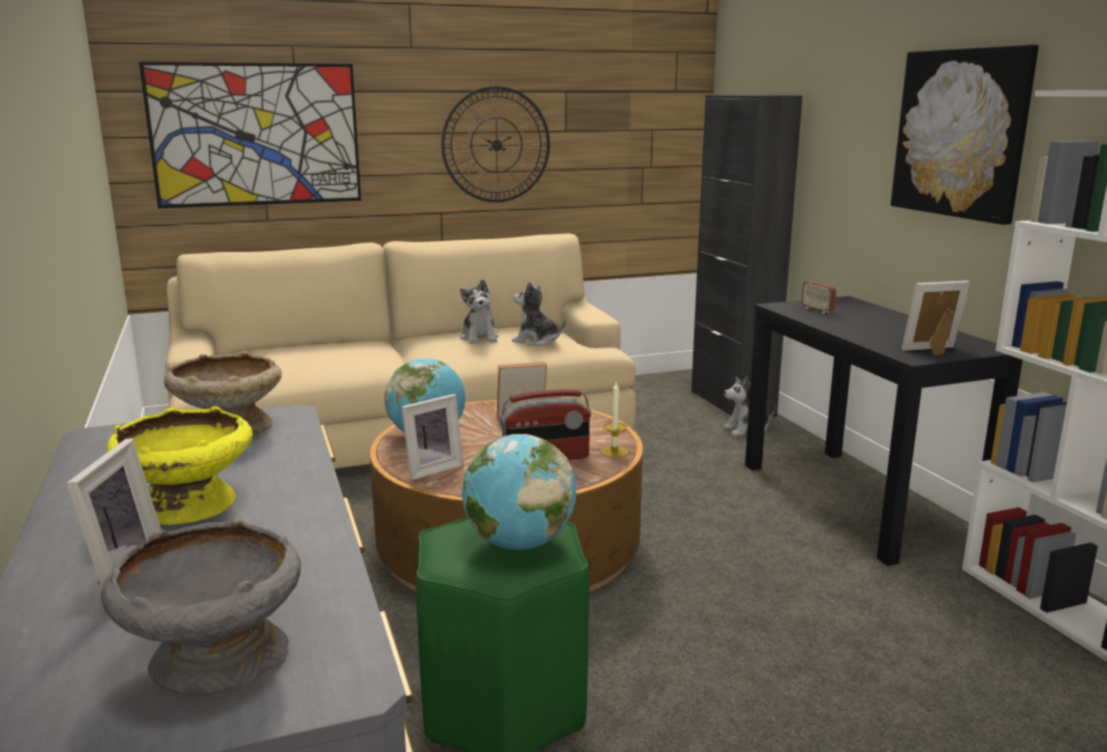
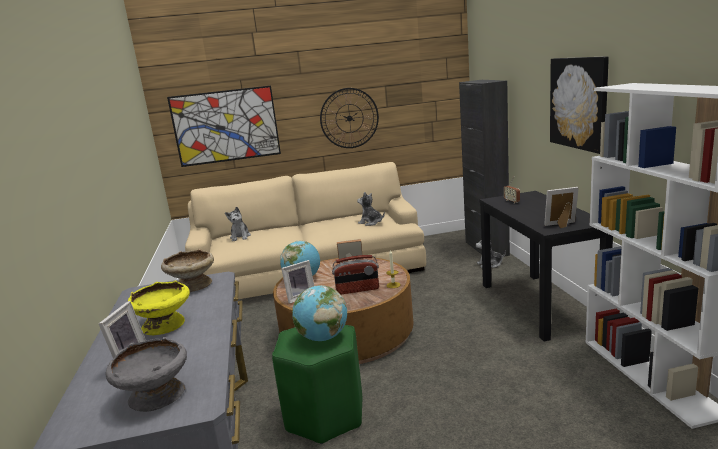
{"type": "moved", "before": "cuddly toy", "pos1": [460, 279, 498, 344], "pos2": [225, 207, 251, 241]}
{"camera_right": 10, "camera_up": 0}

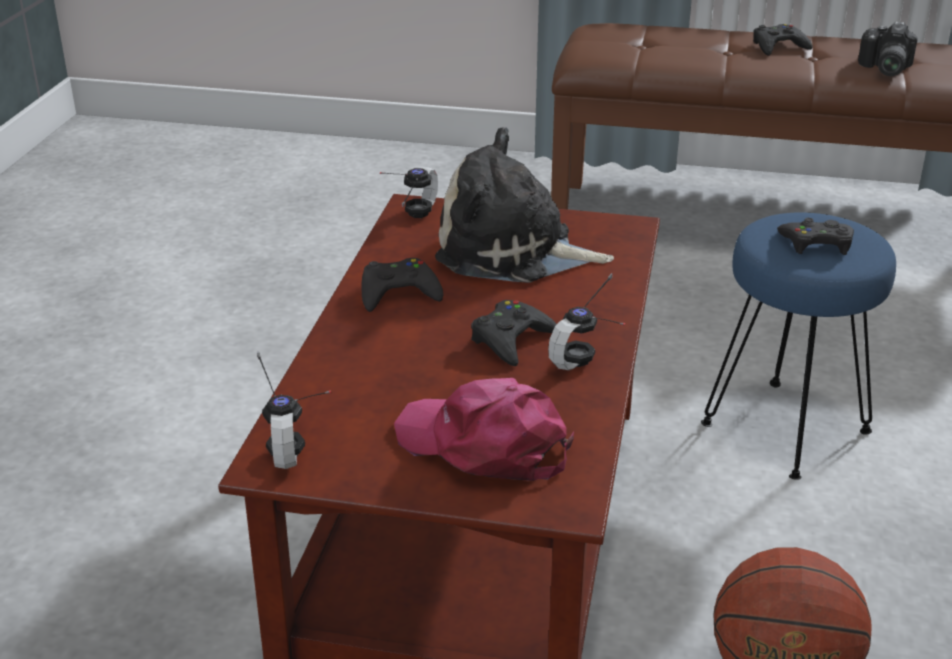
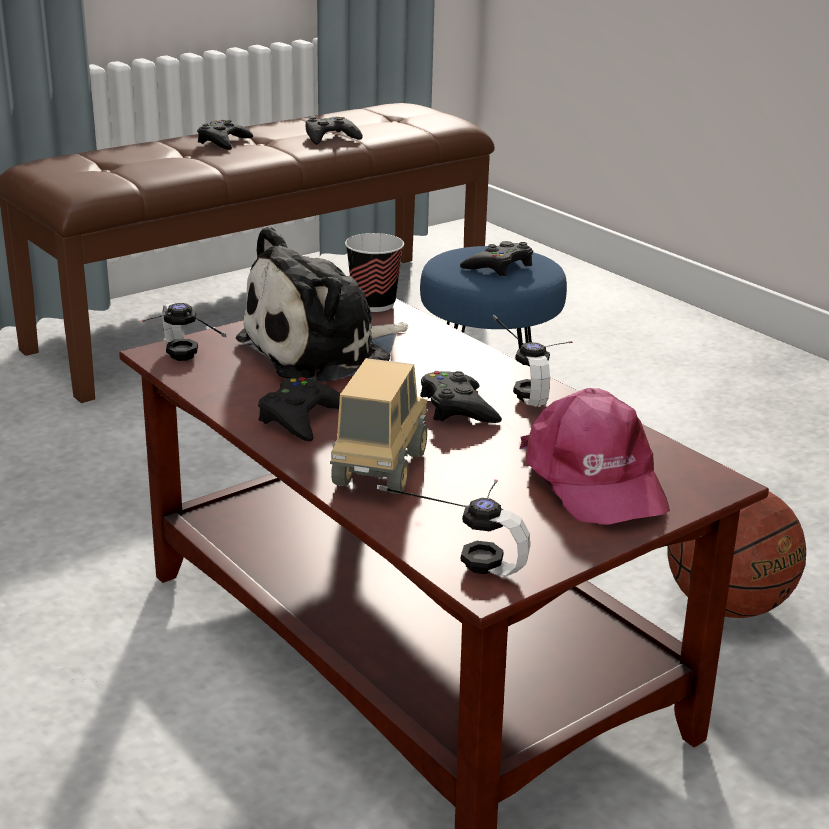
{"type": "added", "after": "toy lorry", "pos2": [330, 358, 428, 494]}
{"type": "added", "after": "small cup", "pos2": [345, 233, 404, 312]}
{"type": "replaced", "before": "still camera", "after": "blackish game controller", "pos1": [858, 22, 918, 76], "pos2": [305, 116, 363, 145]}
{"type": "turned", "before": "pink-coloured cap", "pos1": [394, 378, 574, 481], "pos2": [520, 388, 670, 525], "turn": -90}
{"camera_right": -50, "camera_up": -5}

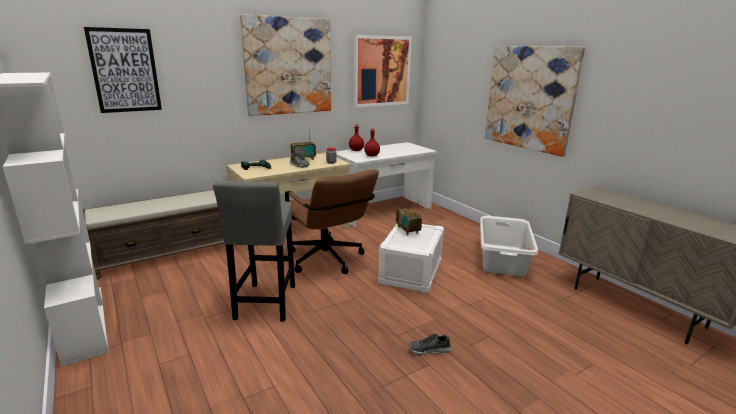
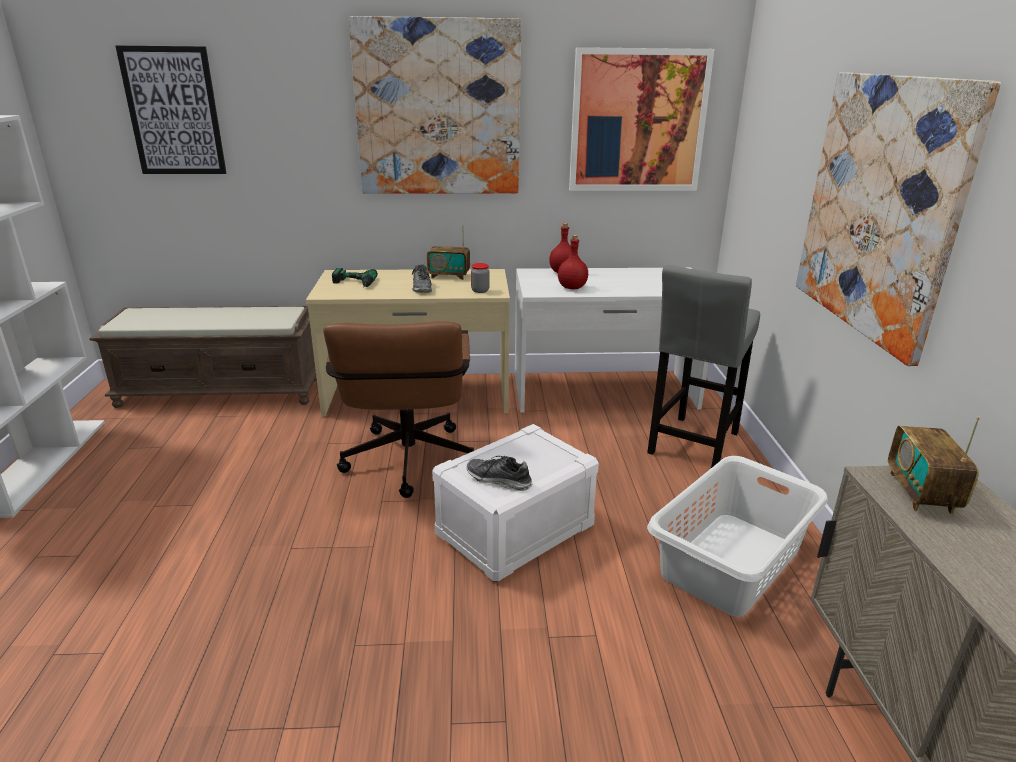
{"type": "moved", "before": "grey sitting stool", "pos1": [213, 181, 295, 321], "pos2": [647, 265, 760, 468]}
{"type": "moved", "before": "radio set", "pos1": [396, 200, 422, 235], "pos2": [888, 417, 980, 514]}
{"type": "moved", "before": "shoe", "pos1": [409, 334, 451, 355], "pos2": [467, 456, 532, 491]}
{"camera_right": 30, "camera_up": 5}

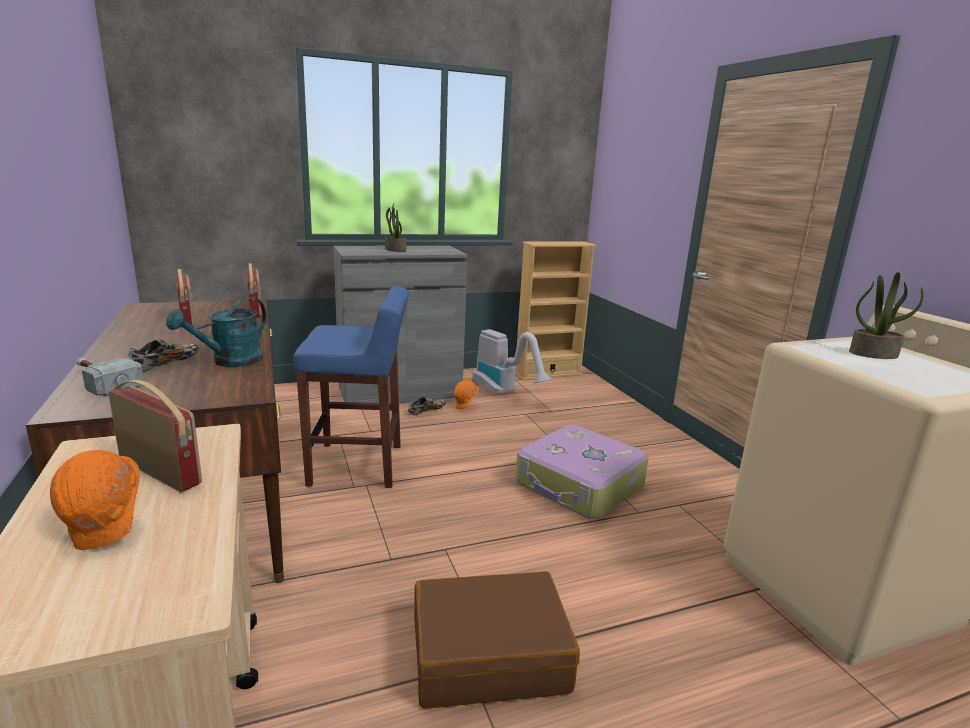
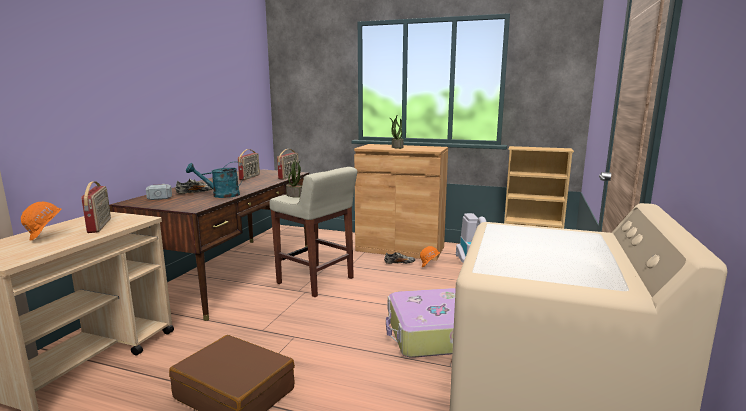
{"type": "moved", "before": "potted plant", "pos1": [849, 272, 924, 359], "pos2": [286, 158, 302, 198]}
{"type": "recoloured", "before": "bluish sitting stool", "after": "sand-coloured sitting stool", "pos1": [293, 286, 409, 488], "pos2": [269, 167, 357, 297]}
{"type": "recoloured", "before": "grey storage cabinet", "after": "brown storage cabinet", "pos1": [334, 245, 468, 404], "pos2": [354, 144, 448, 261]}
{"camera_right": 40, "camera_up": -5}

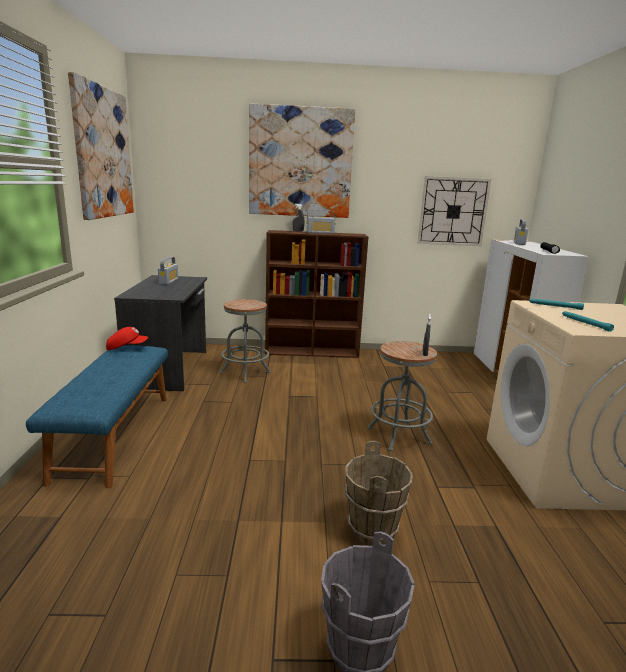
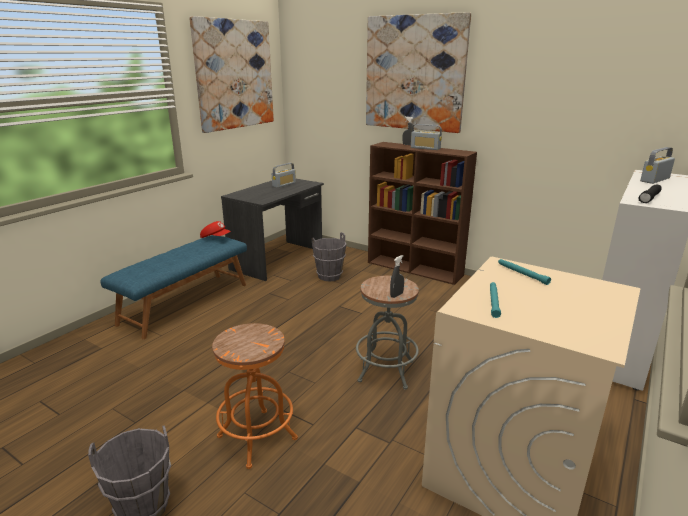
{"type": "removed", "before": "clock on the wall", "pos1": [418, 176, 491, 246]}
{"type": "replaced", "before": "grey sitting stool", "after": "grey water bucket", "pos1": [220, 299, 271, 383], "pos2": [312, 232, 346, 281]}
{"type": "replaced", "before": "brown water bucket", "after": "orange-coloured sitting stool", "pos1": [345, 441, 413, 546], "pos2": [212, 323, 298, 469]}
{"camera_right": 35, "camera_up": 5}

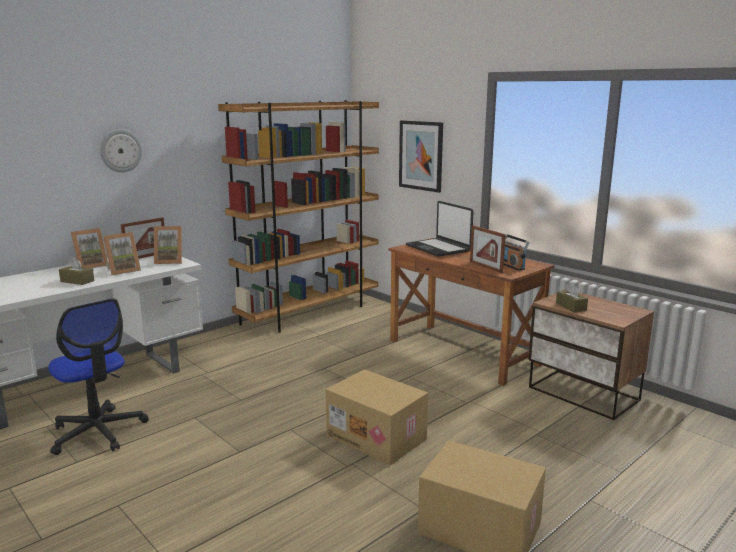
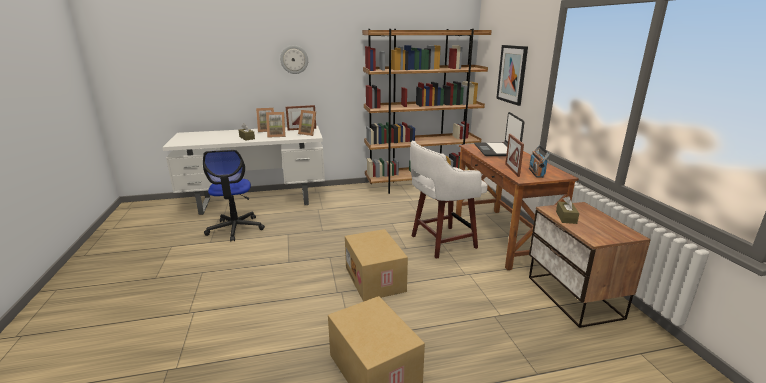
{"type": "added", "after": "whitish sitting stool", "pos2": [410, 141, 488, 259]}
{"camera_right": 30, "camera_up": 5}

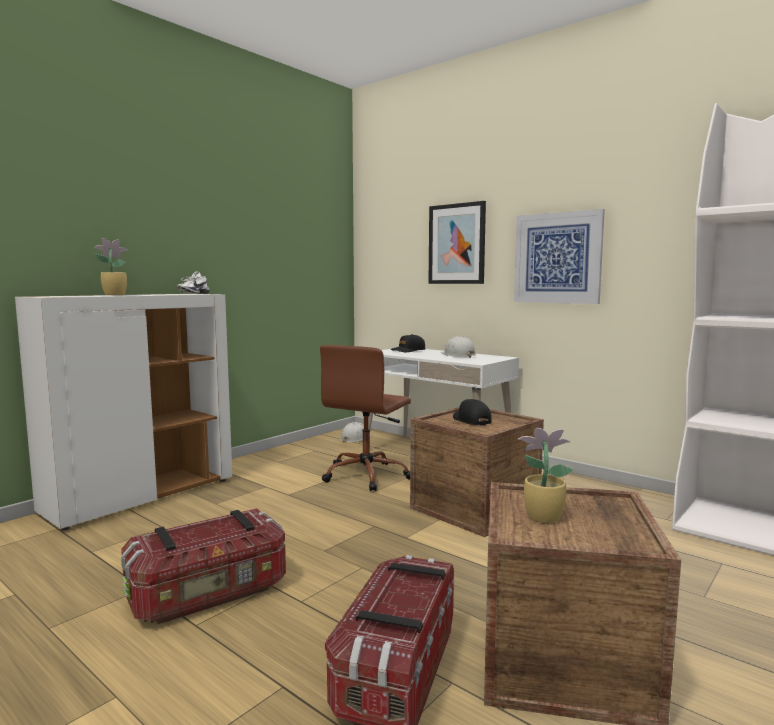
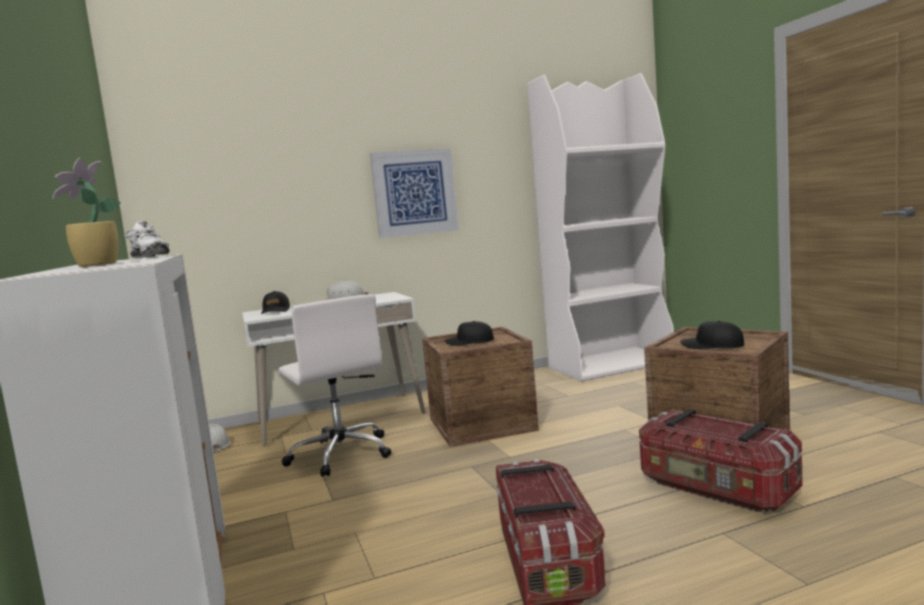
{"type": "removed", "before": "picture", "pos1": [428, 201, 486, 284]}
{"type": "replaced", "before": "potted plant", "after": "blackish cap", "pos1": [518, 428, 574, 523], "pos2": [680, 321, 744, 349]}
{"type": "recoloured", "before": "brown office chair", "after": "whitish office chair", "pos1": [320, 345, 411, 491], "pos2": [278, 294, 391, 477]}
{"camera_right": -60, "camera_up": 0}

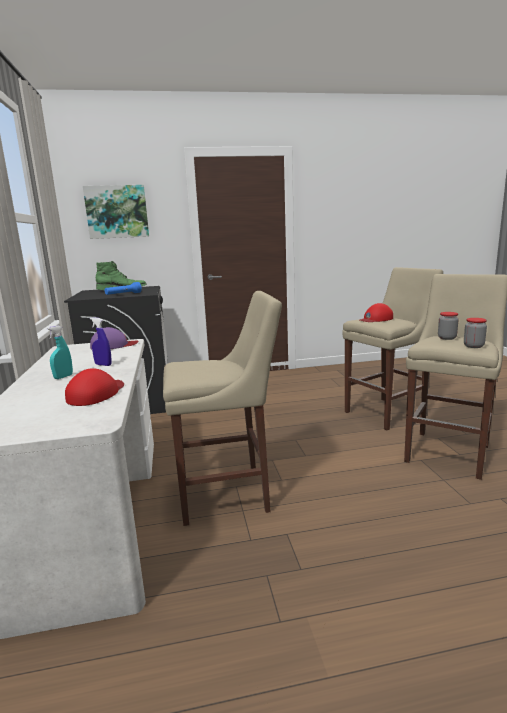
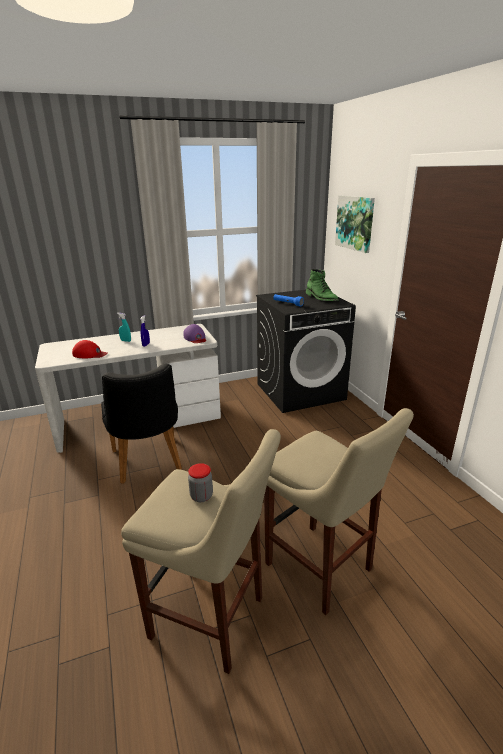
{"type": "removed", "before": "red-coloured cap", "pos1": [360, 303, 393, 322]}
{"type": "removed", "before": "storage jar", "pos1": [464, 318, 487, 348]}
{"type": "replaced", "before": "sand-coloured sitting stool", "after": "blackish plain chair", "pos1": [163, 291, 282, 526], "pos2": [101, 364, 182, 484]}
{"camera_right": 80, "camera_up": 10}

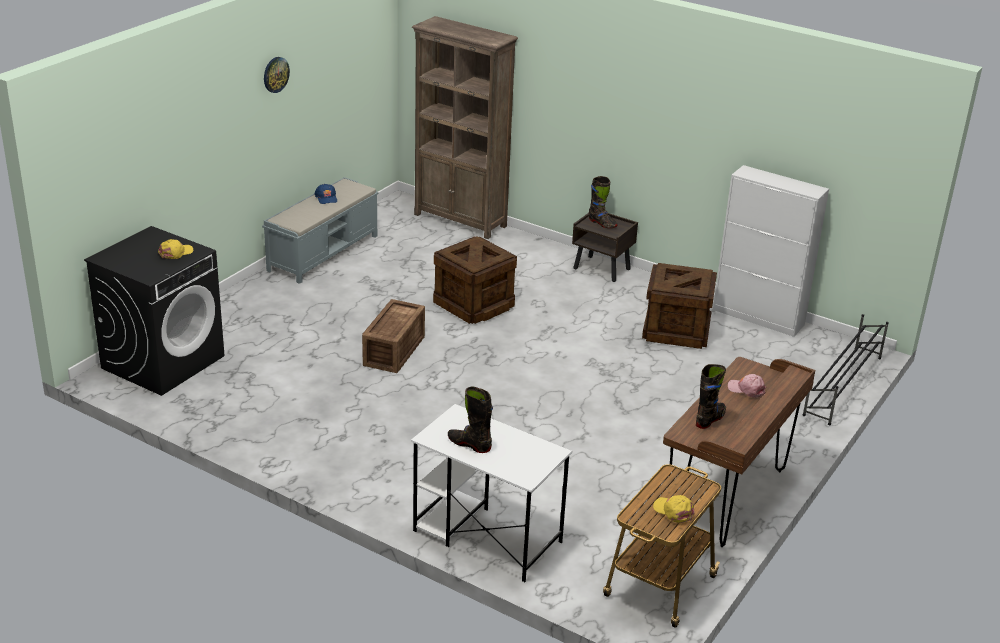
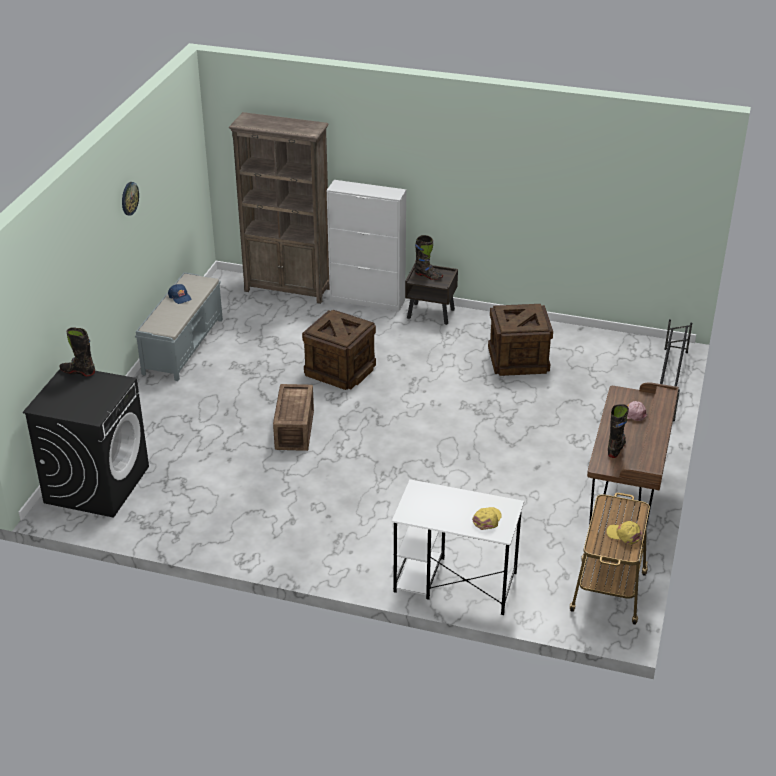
{"type": "moved", "before": "yellowish cap", "pos1": [158, 239, 193, 259], "pos2": [472, 507, 502, 530]}
{"type": "moved", "before": "blackish high-top boot", "pos1": [448, 387, 493, 453], "pos2": [60, 327, 95, 376]}
{"type": "moved", "before": "whitish storage cabinet", "pos1": [713, 165, 829, 337], "pos2": [327, 180, 406, 311]}
{"camera_right": -15, "camera_up": 5}

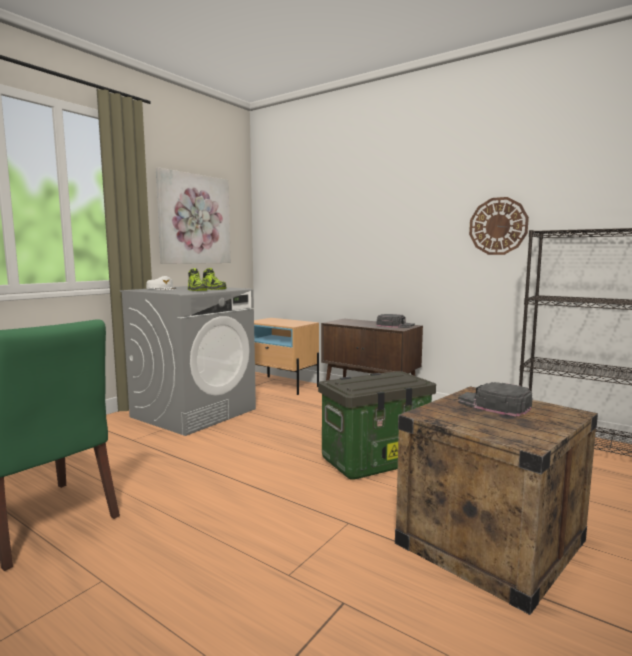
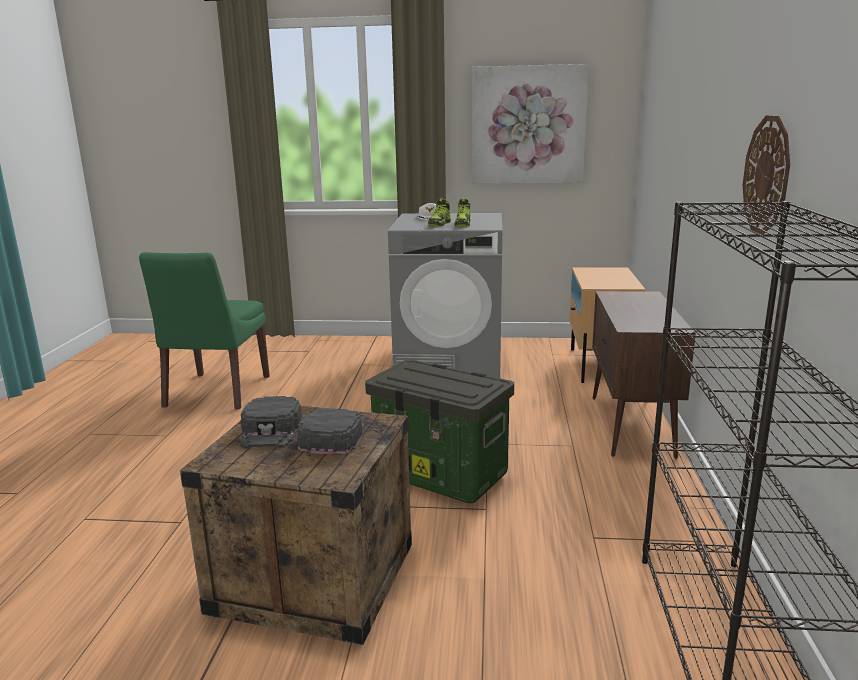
{"type": "moved", "before": "blackish cap", "pos1": [377, 314, 415, 328], "pos2": [240, 396, 302, 449]}
{"camera_right": 60, "camera_up": 10}

